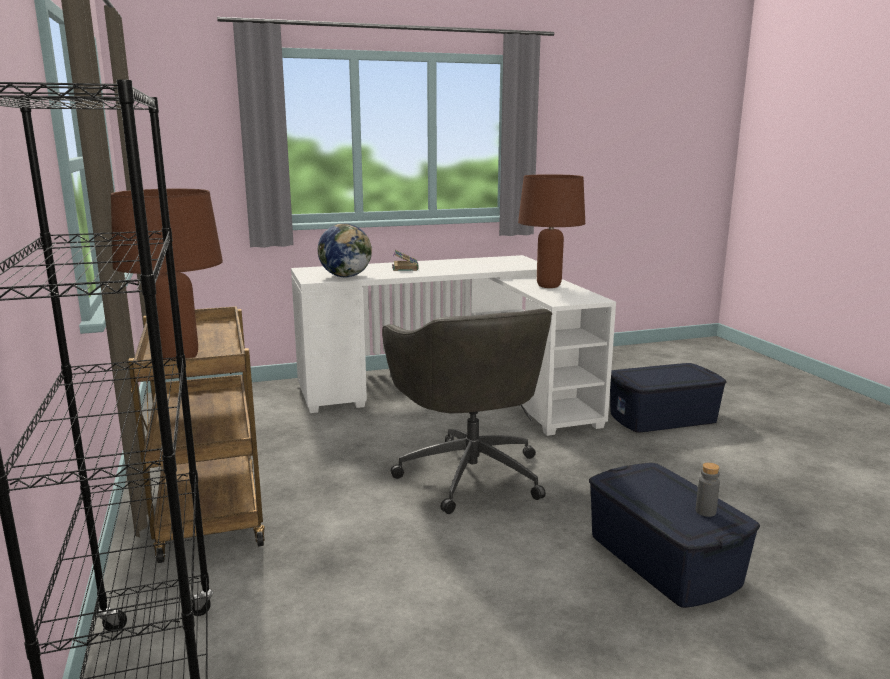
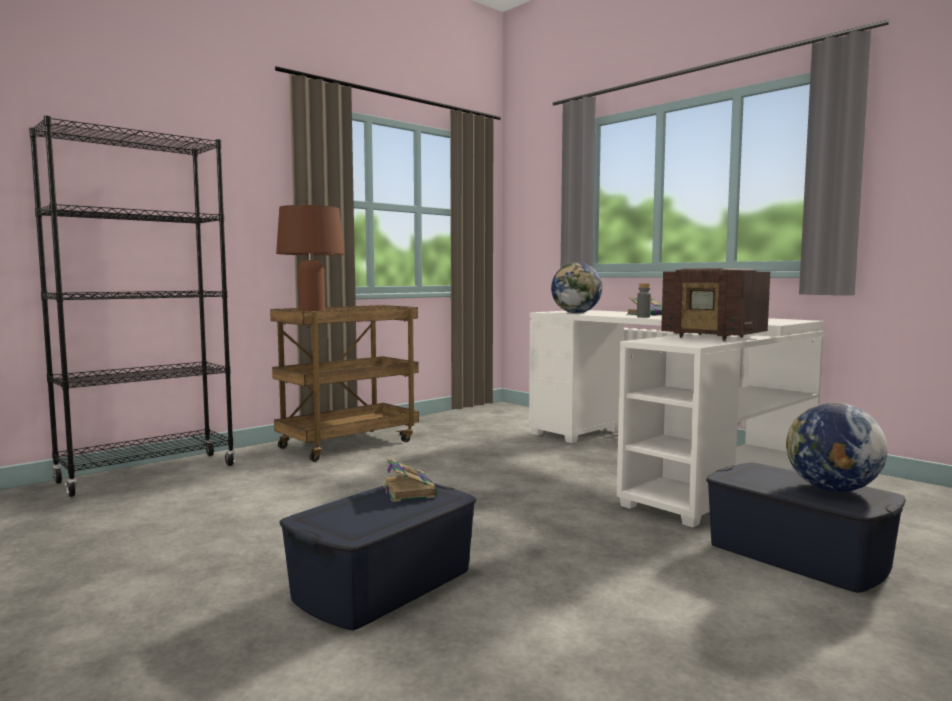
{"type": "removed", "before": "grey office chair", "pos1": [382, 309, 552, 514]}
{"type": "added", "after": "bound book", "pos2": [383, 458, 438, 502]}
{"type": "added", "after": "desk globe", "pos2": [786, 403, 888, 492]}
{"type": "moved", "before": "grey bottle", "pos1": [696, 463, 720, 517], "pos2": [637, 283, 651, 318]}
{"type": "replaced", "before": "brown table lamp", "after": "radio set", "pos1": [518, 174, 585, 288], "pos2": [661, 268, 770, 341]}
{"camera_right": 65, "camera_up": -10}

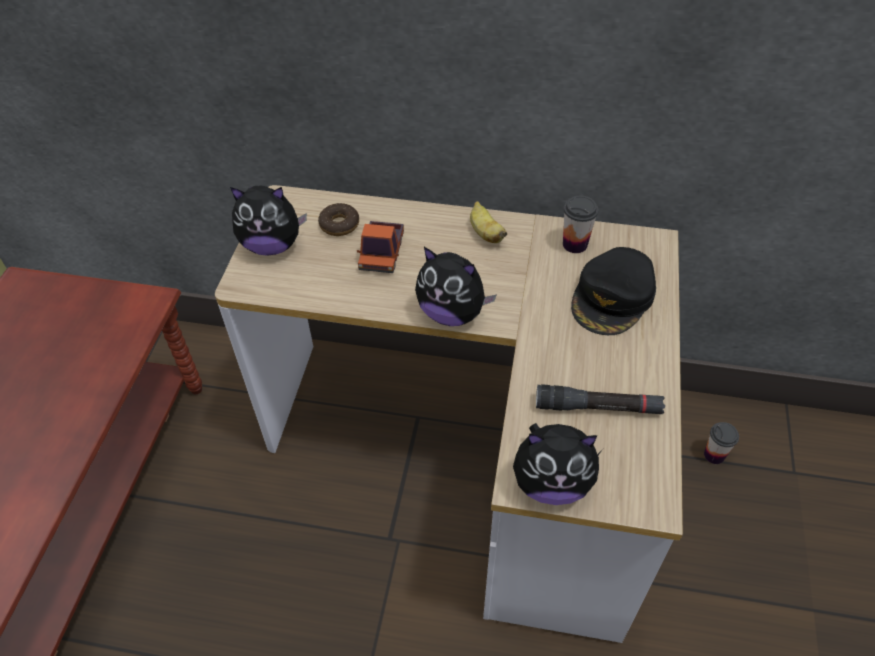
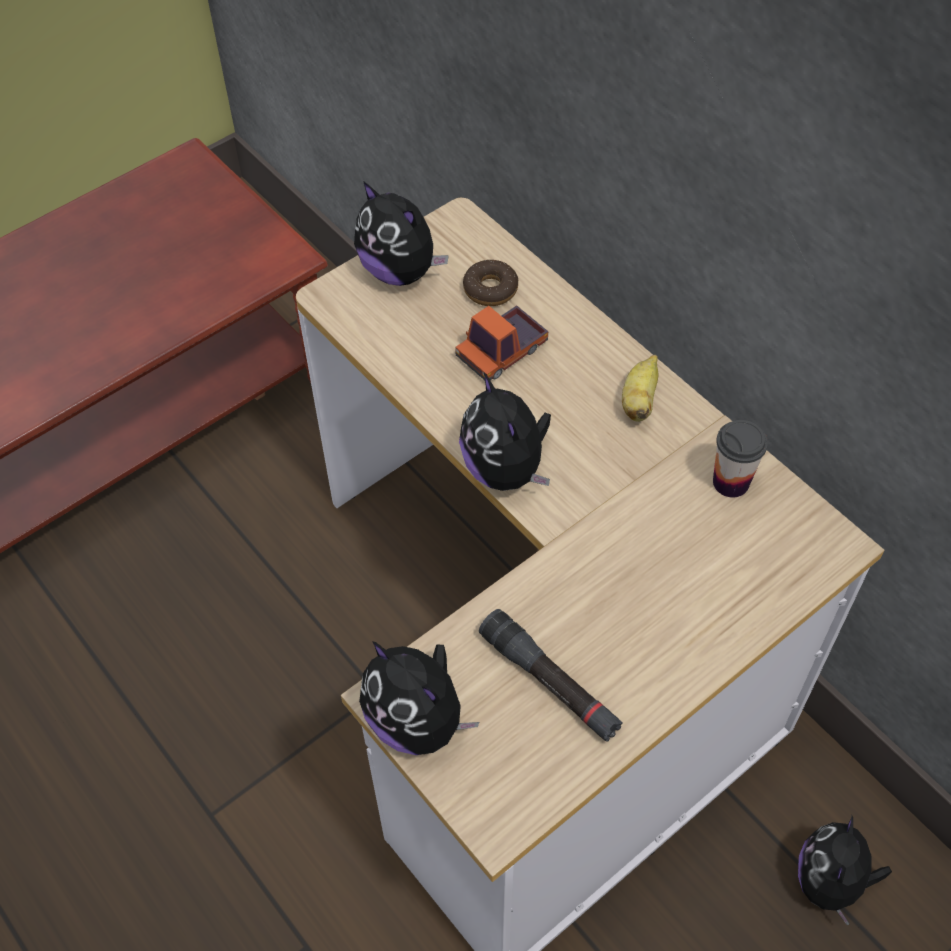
{"type": "removed", "before": "blackish cap", "pos1": [571, 247, 656, 335]}
{"type": "replaced", "before": "small cup", "after": "cuddly toy", "pos1": [704, 422, 739, 464], "pos2": [798, 816, 892, 925]}
{"camera_right": 40, "camera_up": 5}

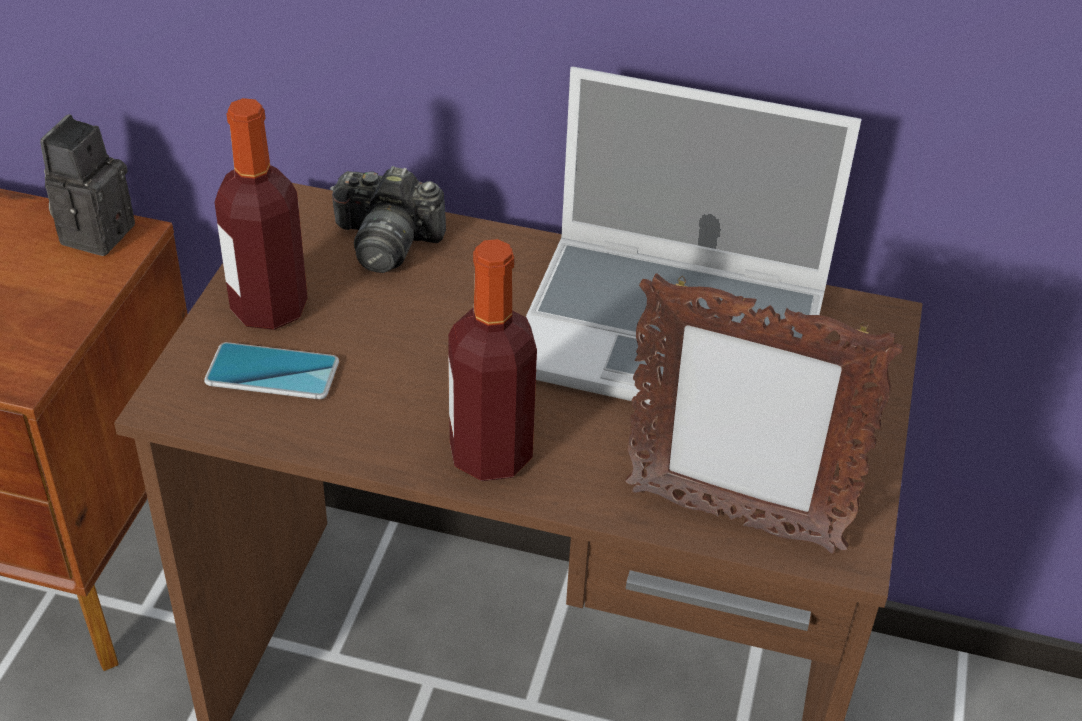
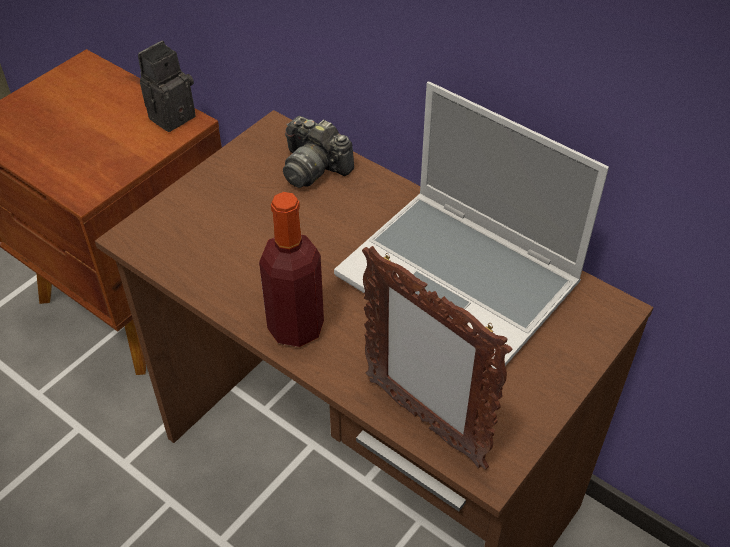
{"type": "removed", "before": "telephone", "pos1": [204, 342, 339, 399]}
{"type": "removed", "before": "bottle", "pos1": [214, 98, 308, 330]}
{"camera_right": 25, "camera_up": 5}

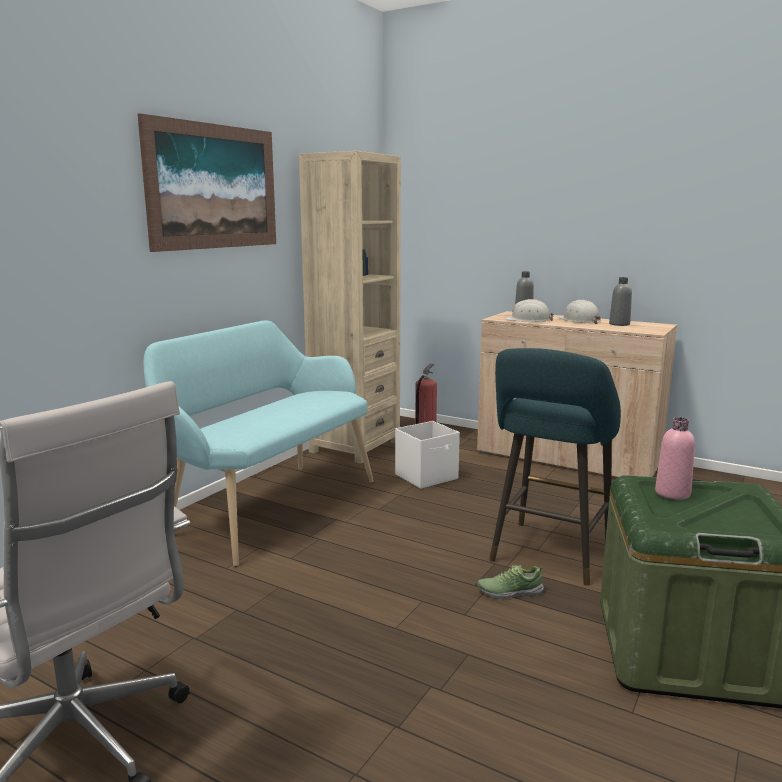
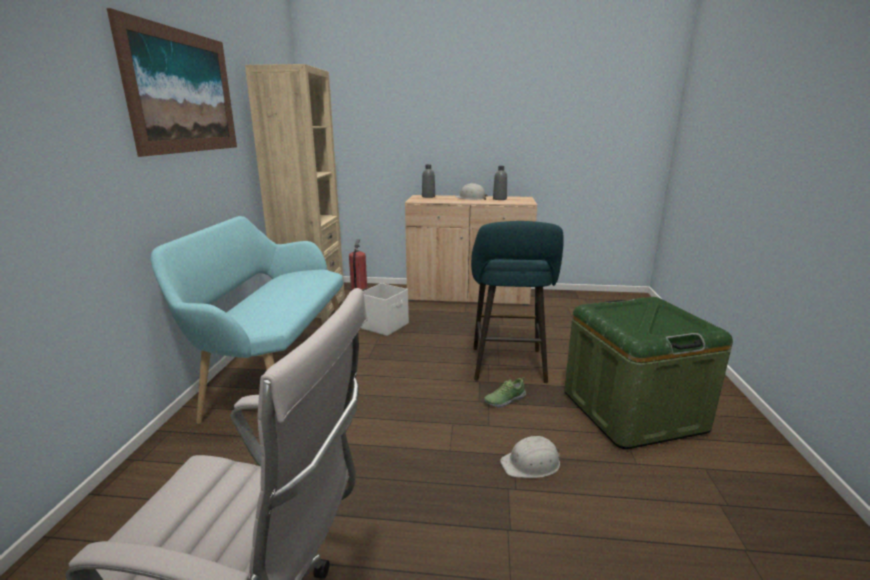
{"type": "removed", "before": "pink-coloured bottle", "pos1": [655, 417, 695, 499]}
{"type": "moved", "before": "whitish work helmet", "pos1": [505, 299, 554, 322], "pos2": [500, 436, 561, 478]}
{"camera_right": -25, "camera_up": 5}

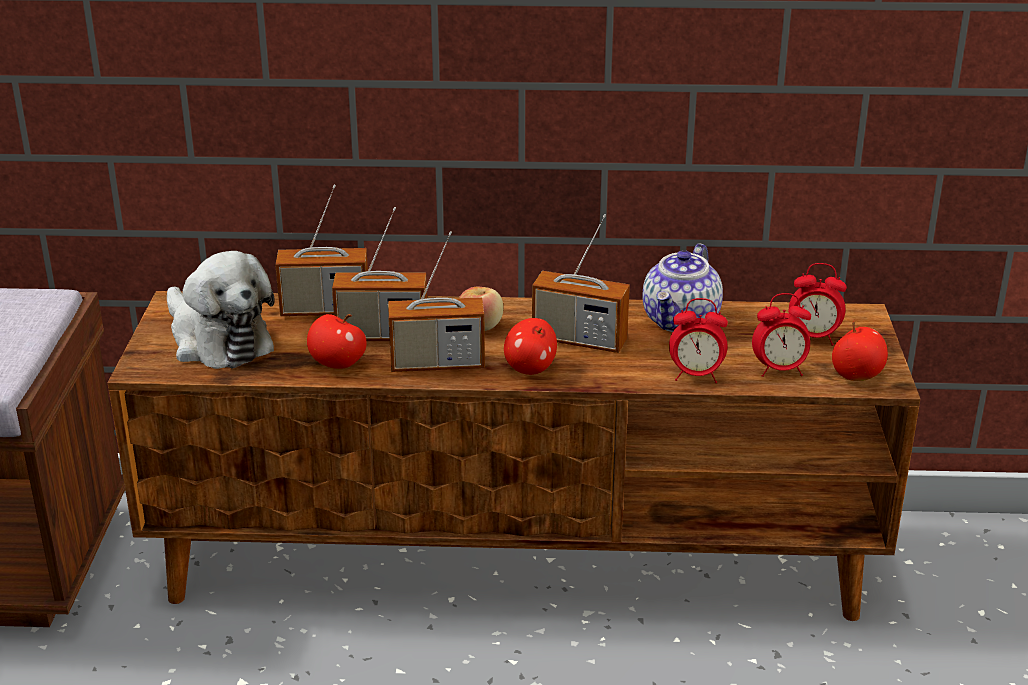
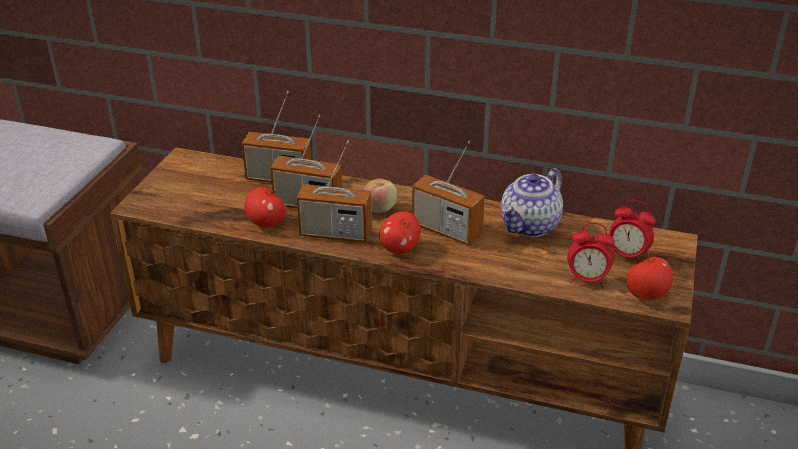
{"type": "removed", "before": "cuddly toy", "pos1": [167, 251, 275, 369]}
{"type": "removed", "before": "alarm clock", "pos1": [669, 298, 728, 383]}
{"camera_right": 15, "camera_up": 5}

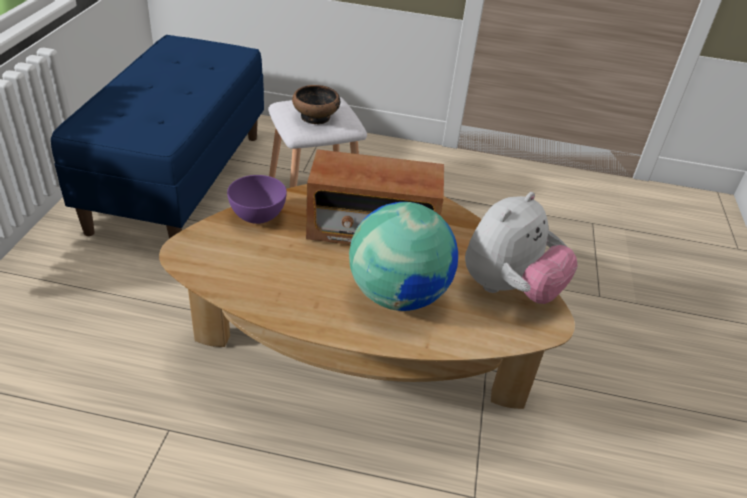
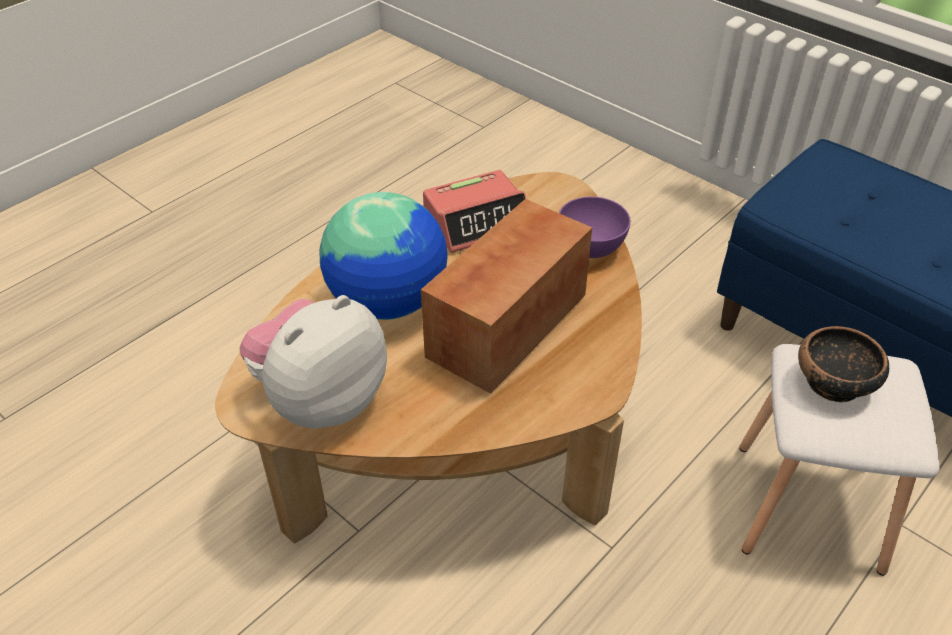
{"type": "added", "after": "alarm clock", "pos2": [423, 170, 526, 253]}
{"type": "turned", "before": "cuddly toy", "pos1": [465, 192, 578, 304], "pos2": [239, 295, 387, 428], "turn": 60}
{"camera_right": 125, "camera_up": 5}

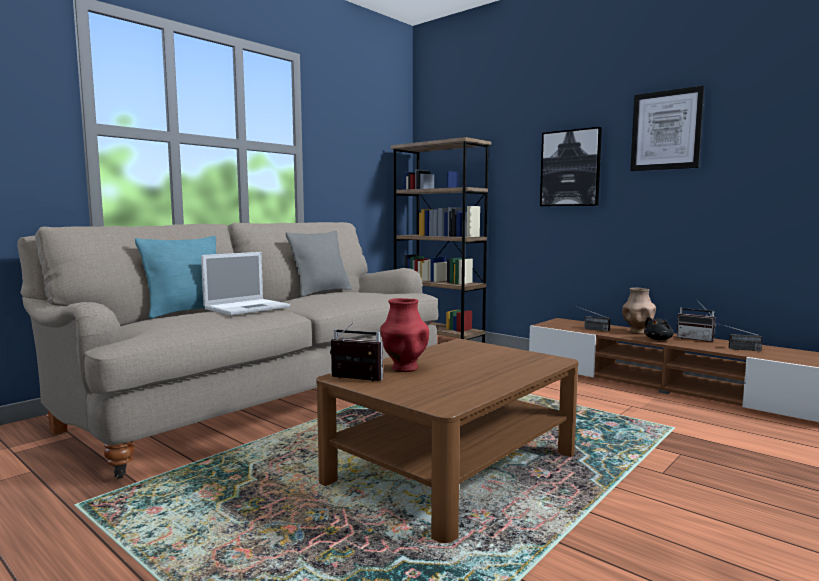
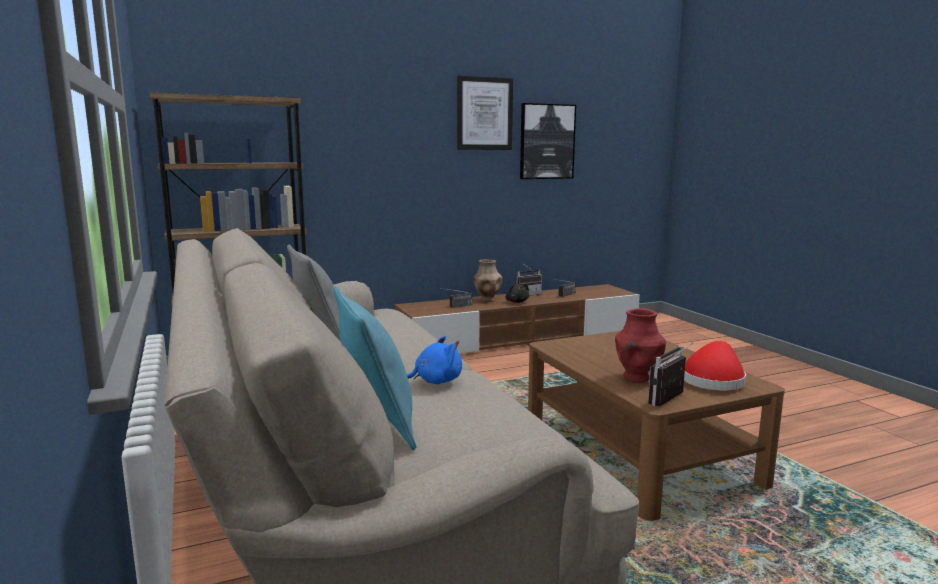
{"type": "added", "after": "red-coloured hat", "pos2": [684, 341, 746, 391]}
{"type": "moved", "before": "picture", "pos1": [540, 127, 602, 206], "pos2": [520, 103, 576, 179]}
{"type": "replaced", "before": "portable computer", "after": "bluish cuddly toy", "pos1": [201, 252, 290, 315], "pos2": [407, 336, 462, 384]}
{"camera_right": -65, "camera_up": 5}

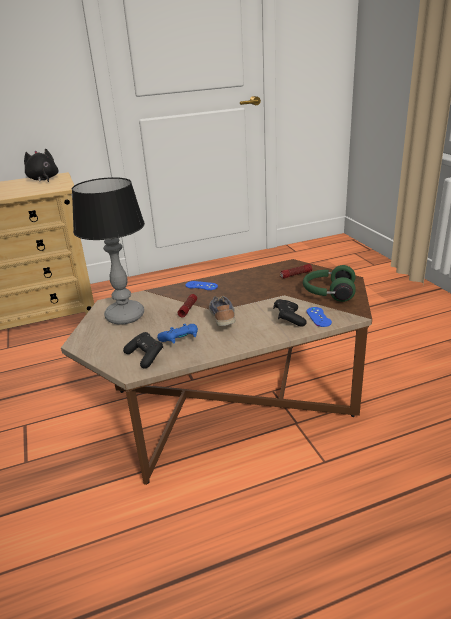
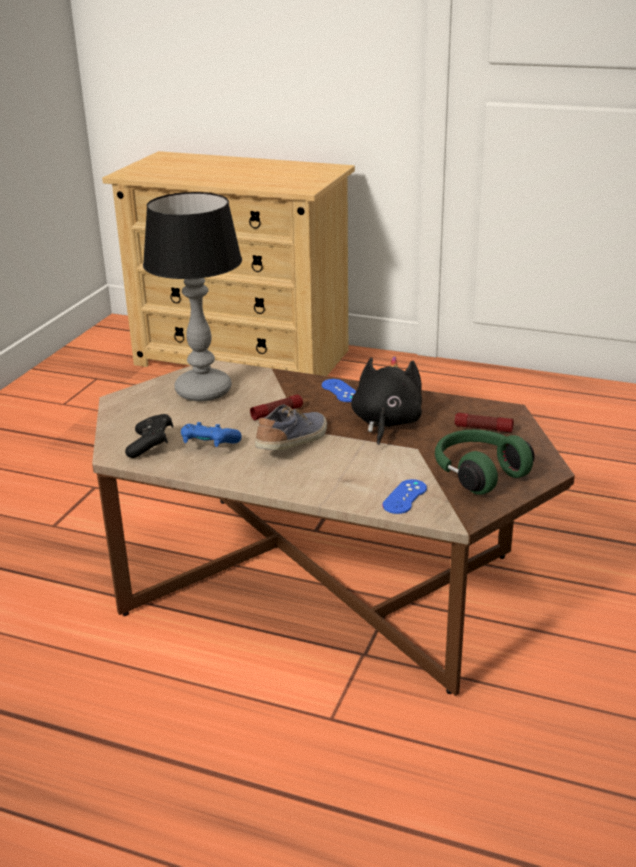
{"type": "removed", "before": "blackish game controller", "pos1": [273, 299, 307, 327]}
{"type": "moved", "before": "blackish cuddly toy", "pos1": [24, 149, 58, 182], "pos2": [351, 356, 422, 445]}
{"camera_right": 40, "camera_up": 0}

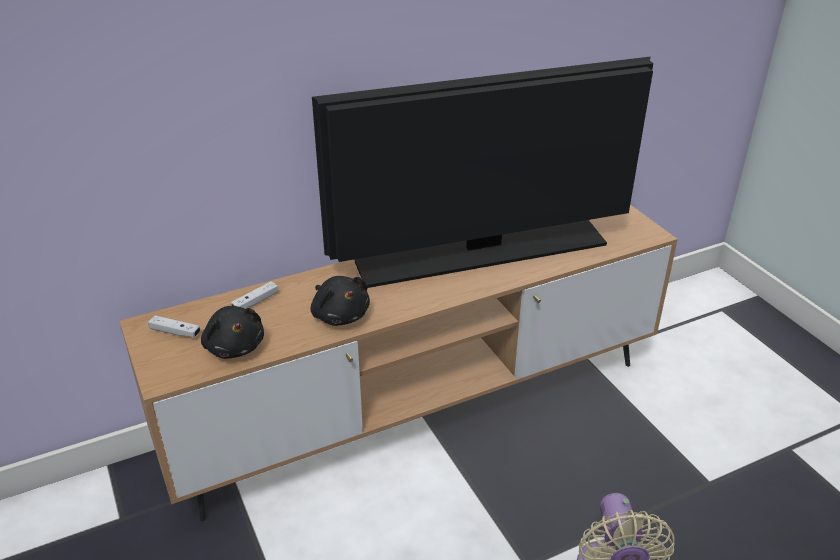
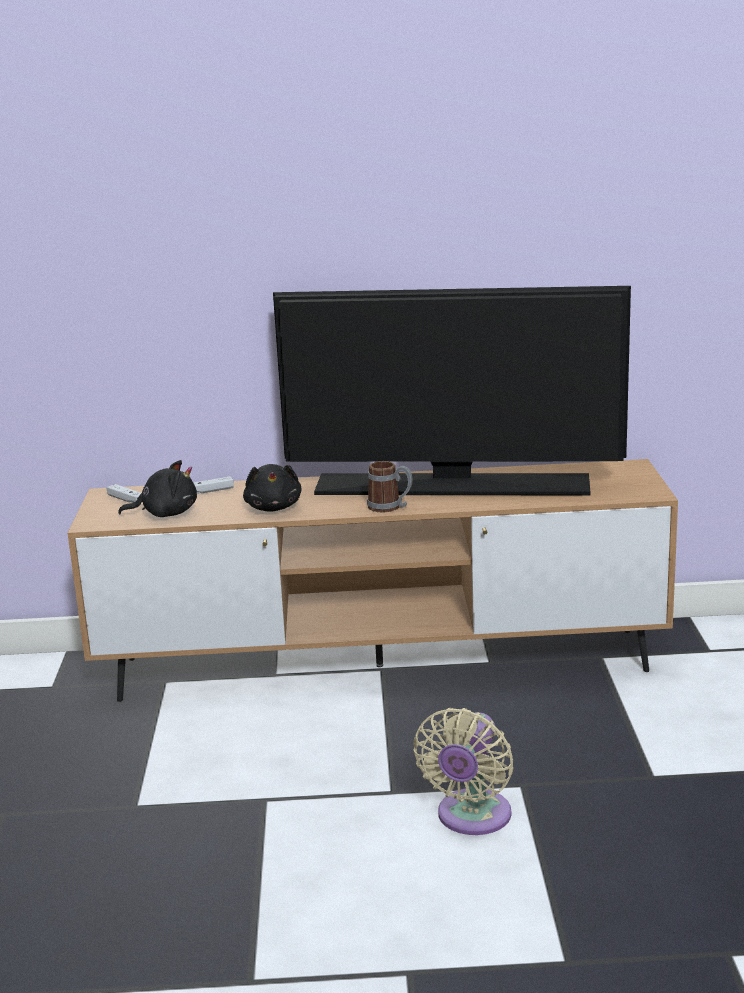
{"type": "added", "after": "tea mug", "pos2": [367, 461, 413, 512]}
{"type": "turned", "before": "blackish cuddly toy", "pos1": [201, 306, 264, 359], "pos2": [118, 460, 197, 517], "turn": -90}
{"camera_right": 25, "camera_up": -15}

